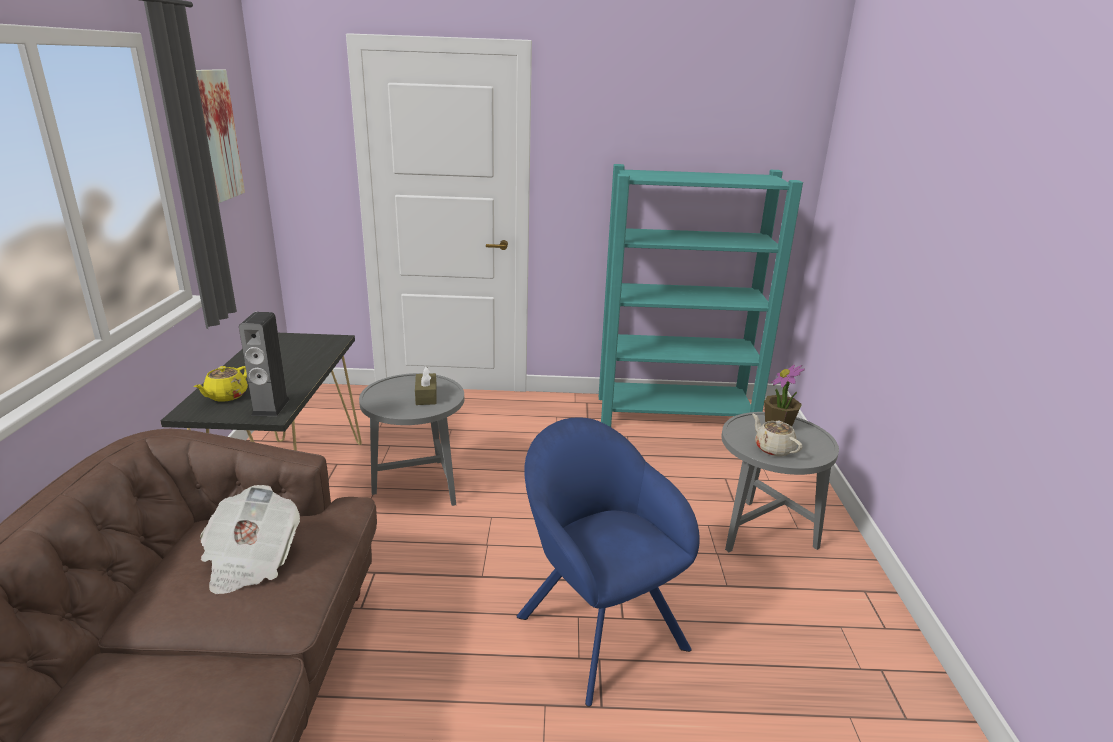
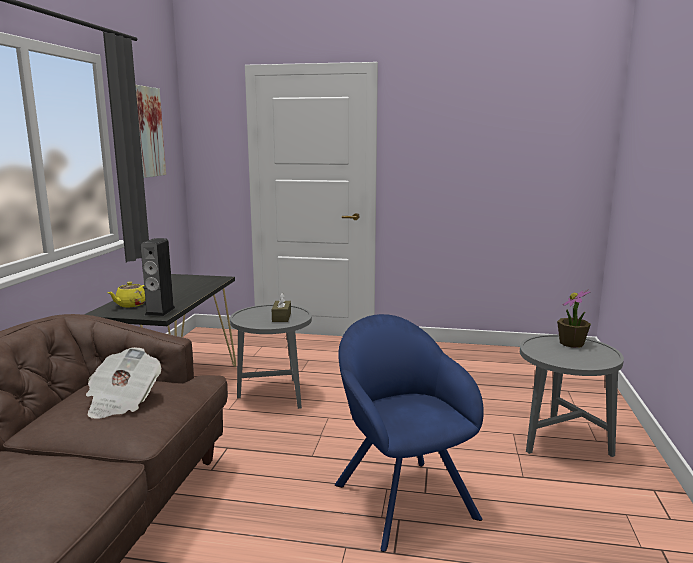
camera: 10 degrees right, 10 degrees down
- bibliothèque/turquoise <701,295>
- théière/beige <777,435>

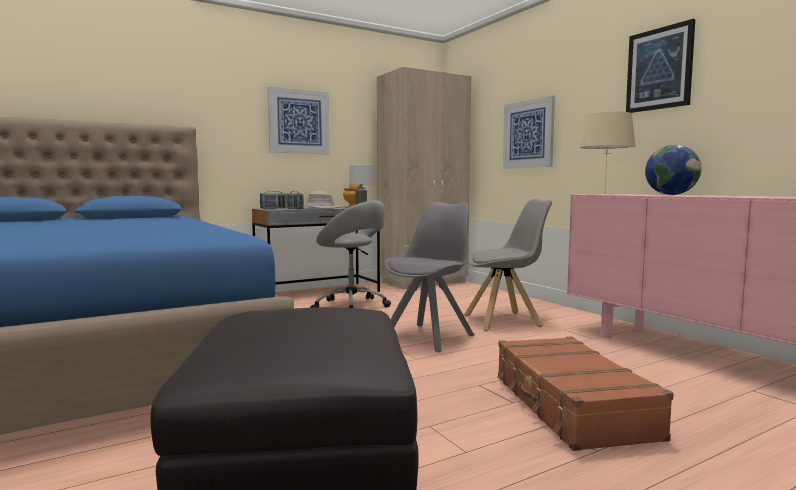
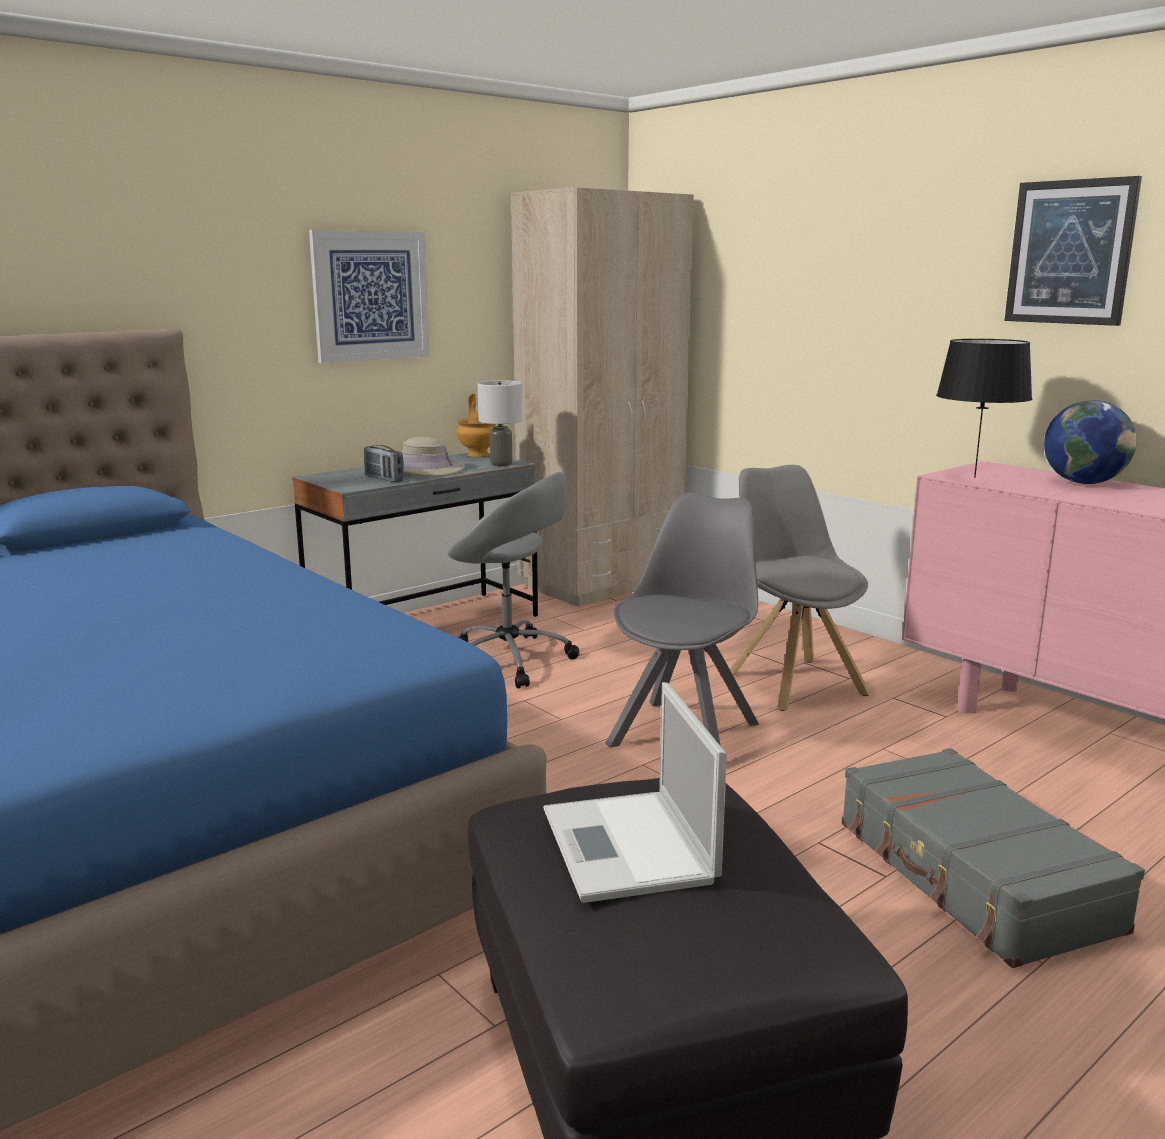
camera: 10 degrees left, 10 degrees up
+ ordinateur portable <635,792>
~ chaise/gris <508,265> = <800,588> 90 degrees counterclockwise
~ valise/marron <586,393> to valise/gris <993,858>
~ lampe de table/beige <607,151> to lampe de table/noir <984,408>
- radio <273,200>
- tableau <529,132>

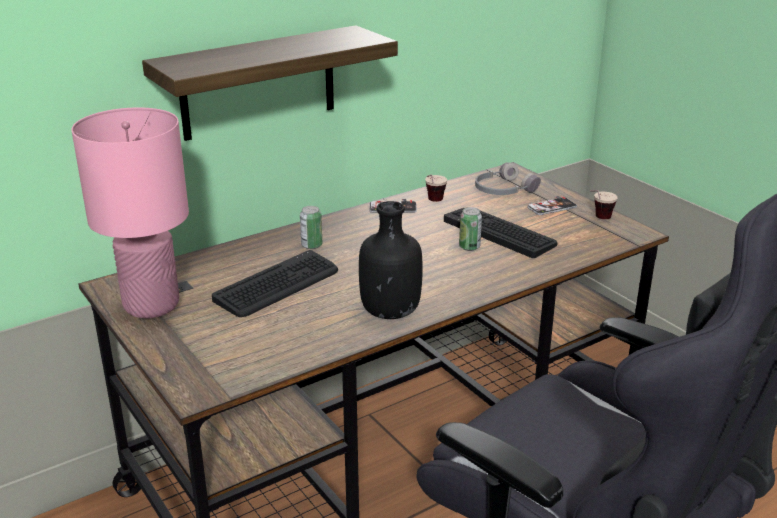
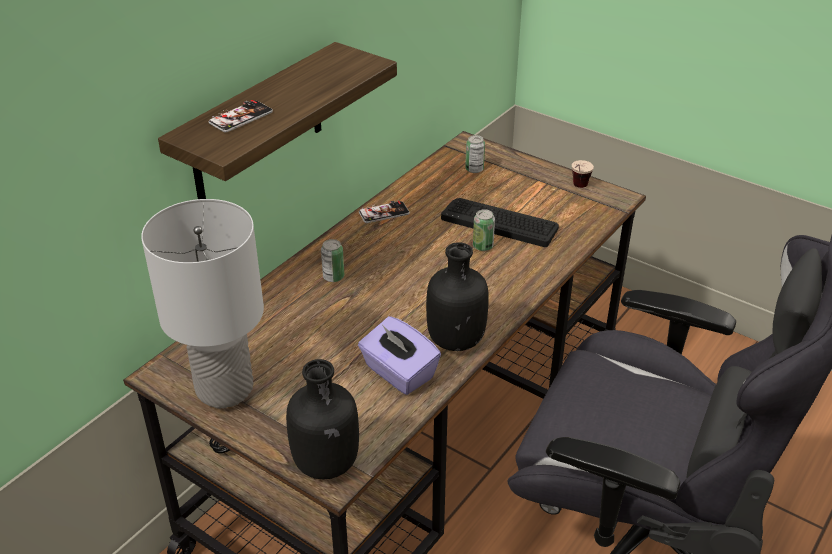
camera: 20 degrees left, 10 degrees up
~ lampe de table/rose <130,212> to lampe de table/gris <202,304>
~ téléphone <552,205> to <241,116>
+ bouteille/noir <322,419>
+ boîte à mouchoirs/violet <399,355>
~ casque audio/gris <508,178> to boîte métallique <475,154>
- clavier <275,283>
- tasse <436,188>

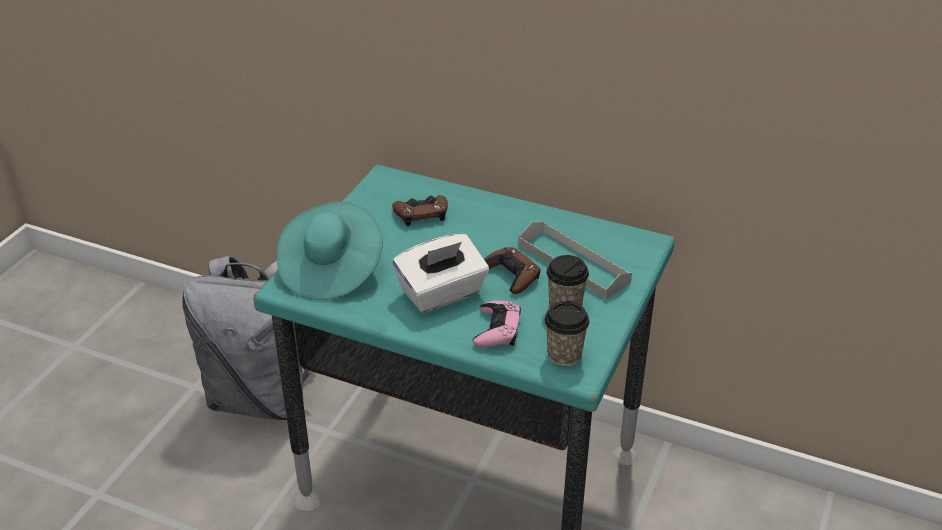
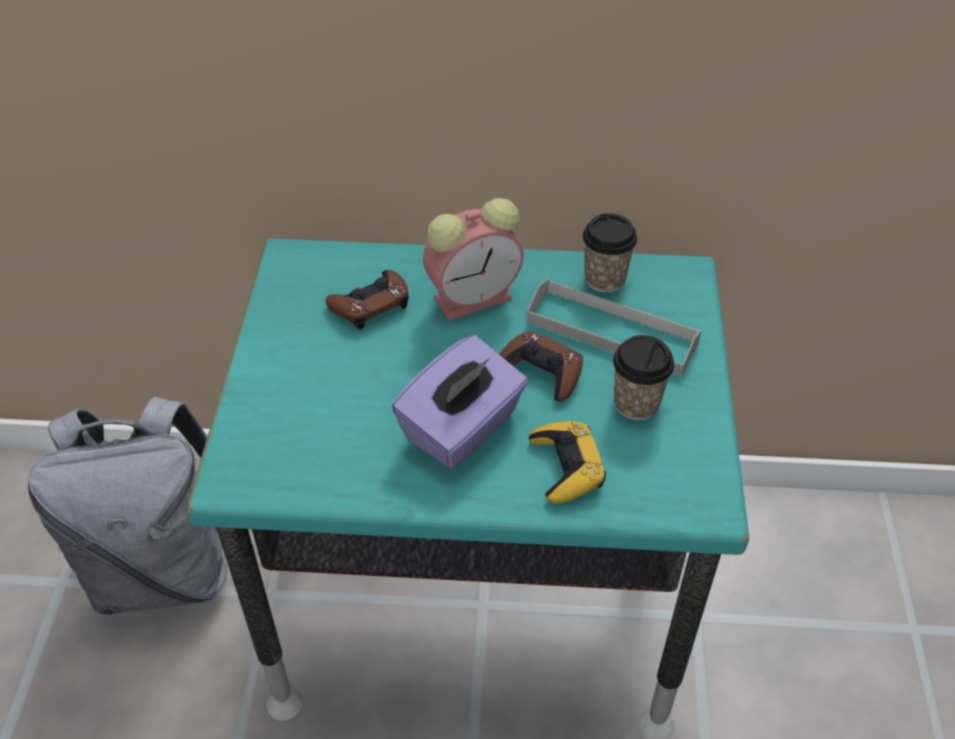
camera: 20 degrees left, 10 degrees up
~ boîte à mouchoirs/blanc <441,273> to boîte à mouchoirs/violet <460,402>
+ réveil <473,259>
~ manette/rose <497,323> to manette/jaune <567,462>
~ tasse <567,333> to <610,253>
- chapeau/turquoise <330,250>

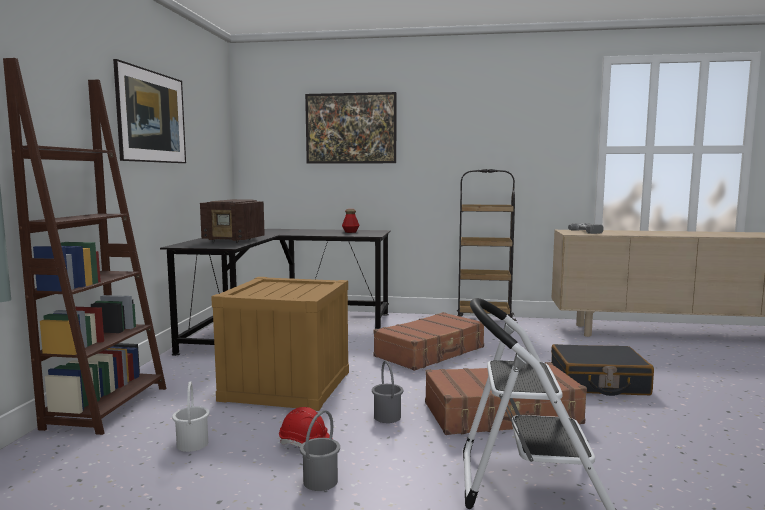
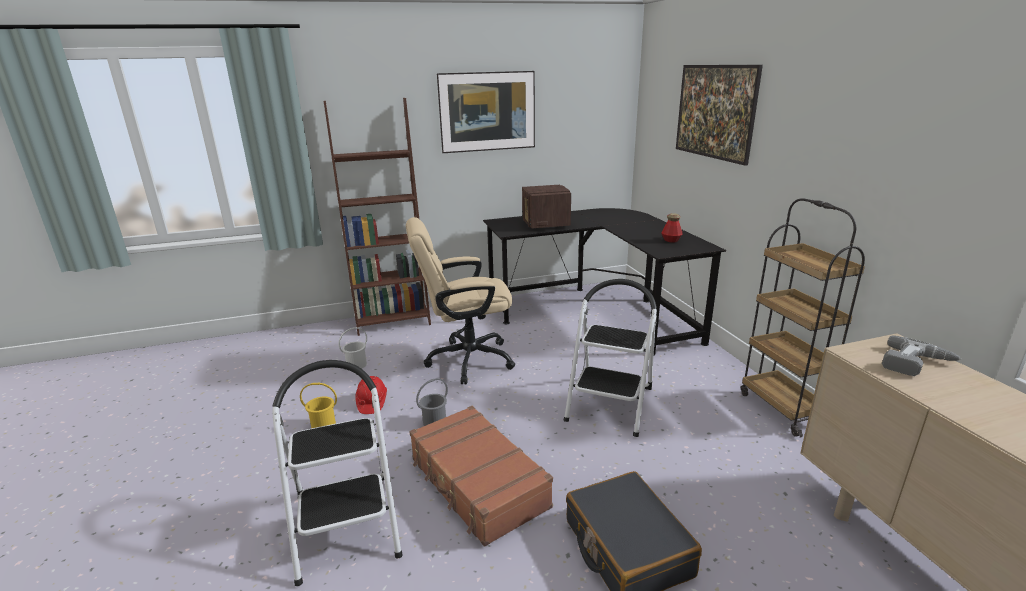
camera: 65 degrees right, 15 degrees up
~ seau/gris <320,450> to seau/jaune <318,405>
~ caisse <280,344> to chaise de bureau/beige <460,301>
~ valise/marron <428,341> to escabeau <610,358>

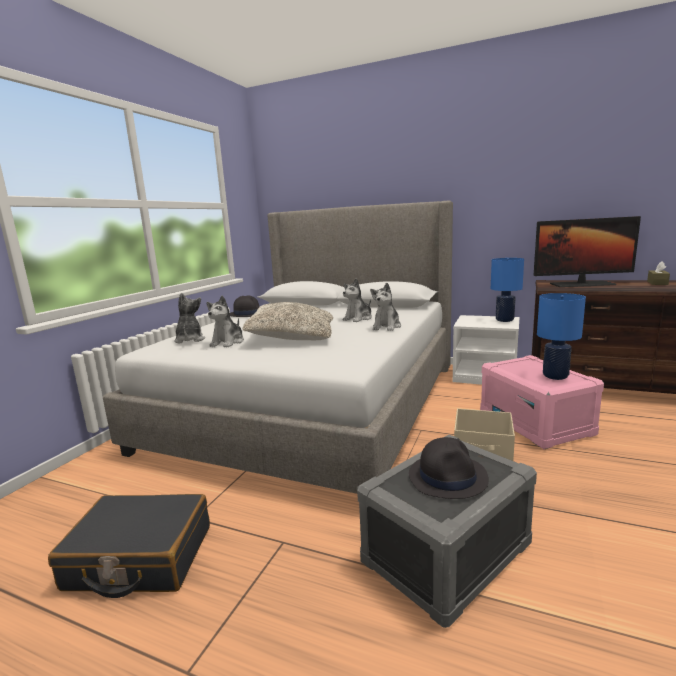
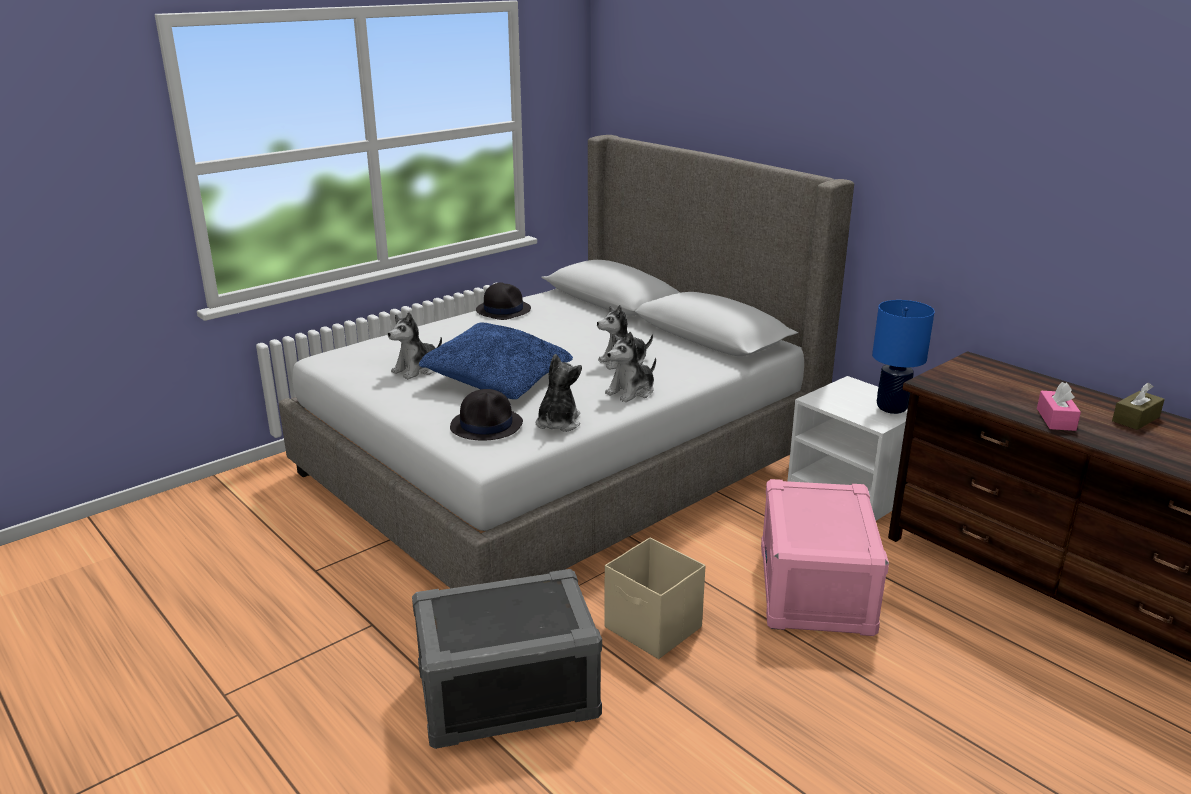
camera: 25 degrees right, 10 degrees up
~ coussin/beige <288,321> to coussin/bleu <496,360>
~ chapeau/noir <449,468> to <486,414>
~ peluche <189,318> to <559,393>
+ boîte à mouchoirs/rose <1059,406>
- valise/noir <129,546>
- écran d'ordinateur <587,251>
- lampe de table/bleu <561,336>

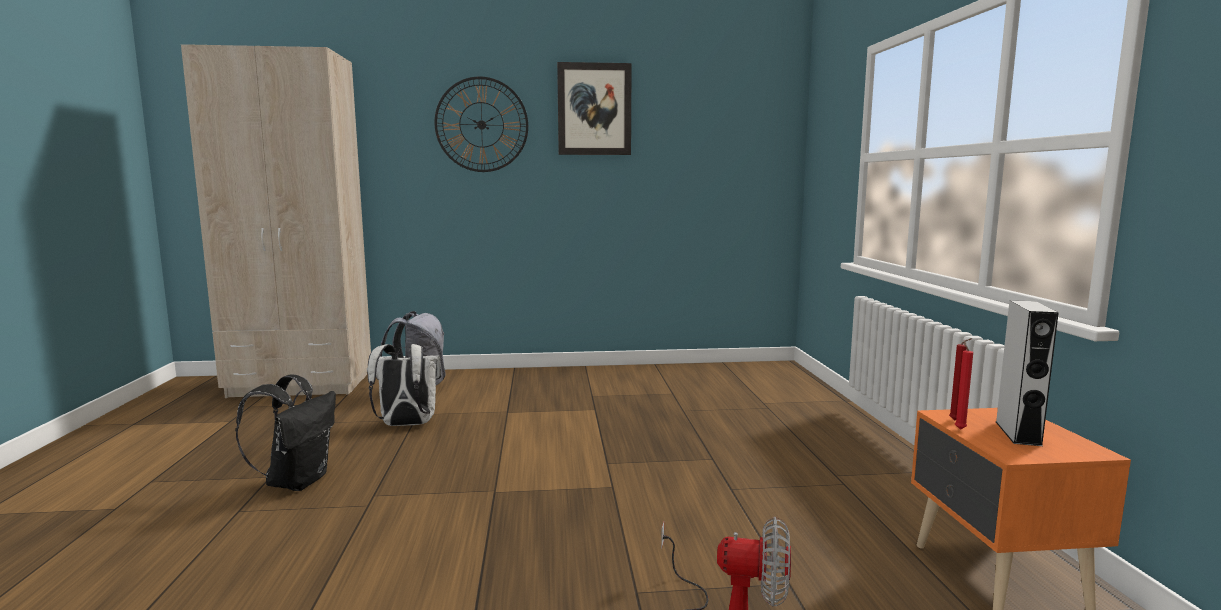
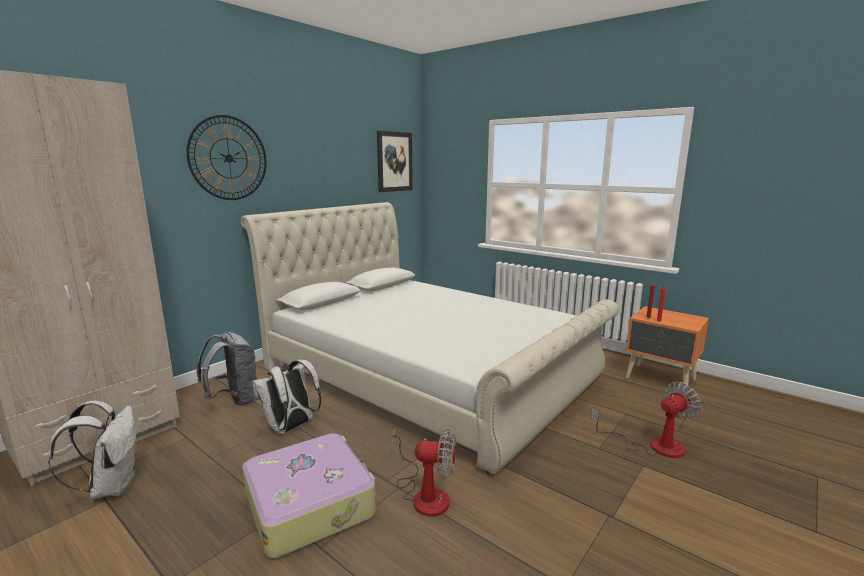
camera: 45 degrees left, 5 degrees up
+ sac à dos/blanc <93,450>
+ lit/beige <430,338>
~ sac à dos/noir <285,432> to valise <309,495>
~ tableau <594,108> to <395,161>
+ ventilateur <424,472>
- enceinte/gris <1027,373>

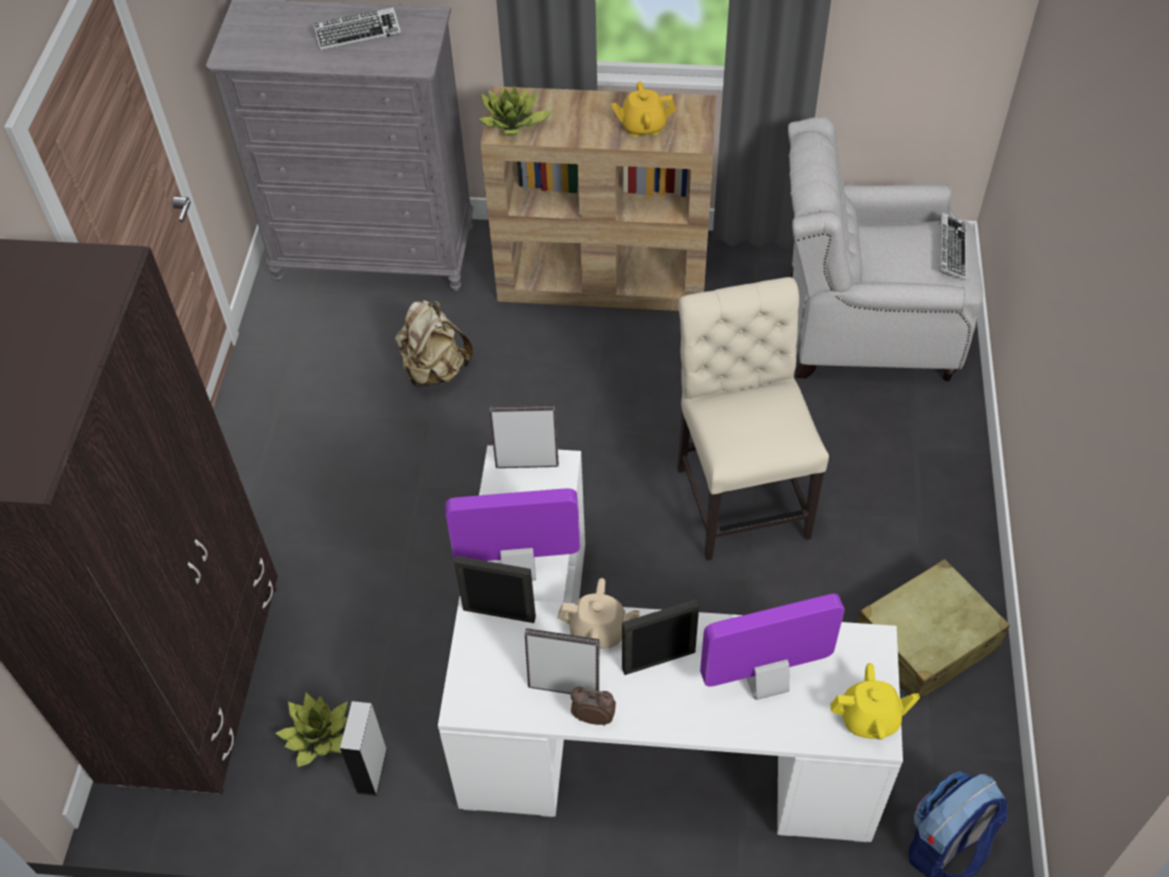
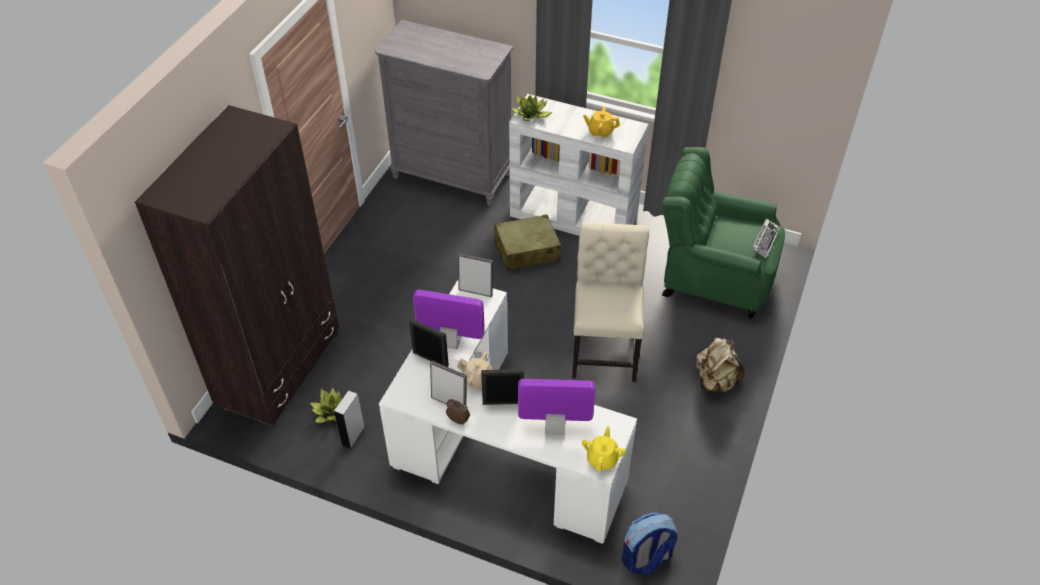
camera: 15 degrees right, 5 degrees down
~ valise/beige <933,631> to <527,243>
~ bibliothèque/marron <598,198> to bibliothèque/blanc <579,165>
~ théière/jaune <875,701> = <604,448> 90 degrees counterclockwise
~ fauteuil/blanc <885,249> to fauteuil/vert <723,232>
~ sac à dos/beige <434,343> to <720,365>
- clavier <357,29>

